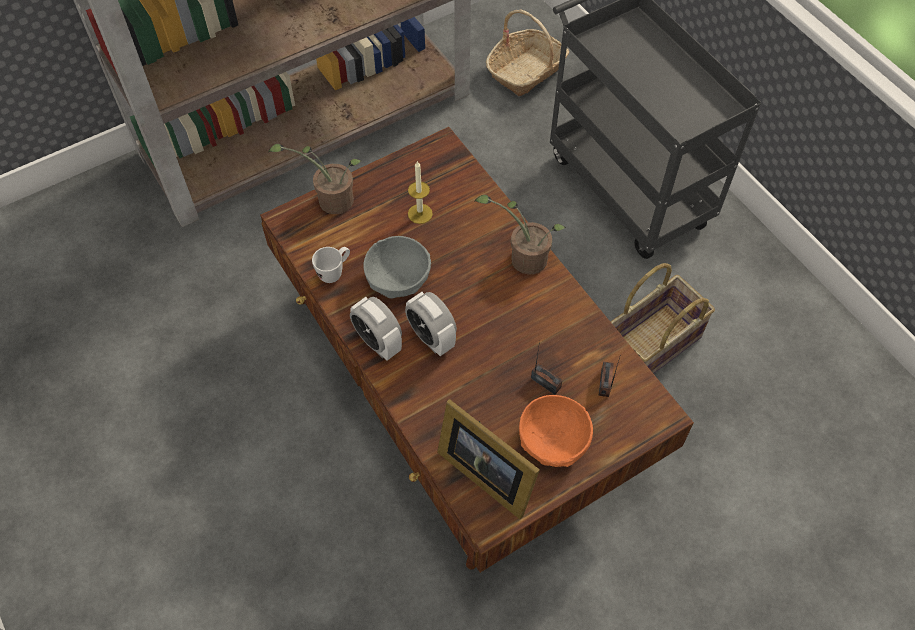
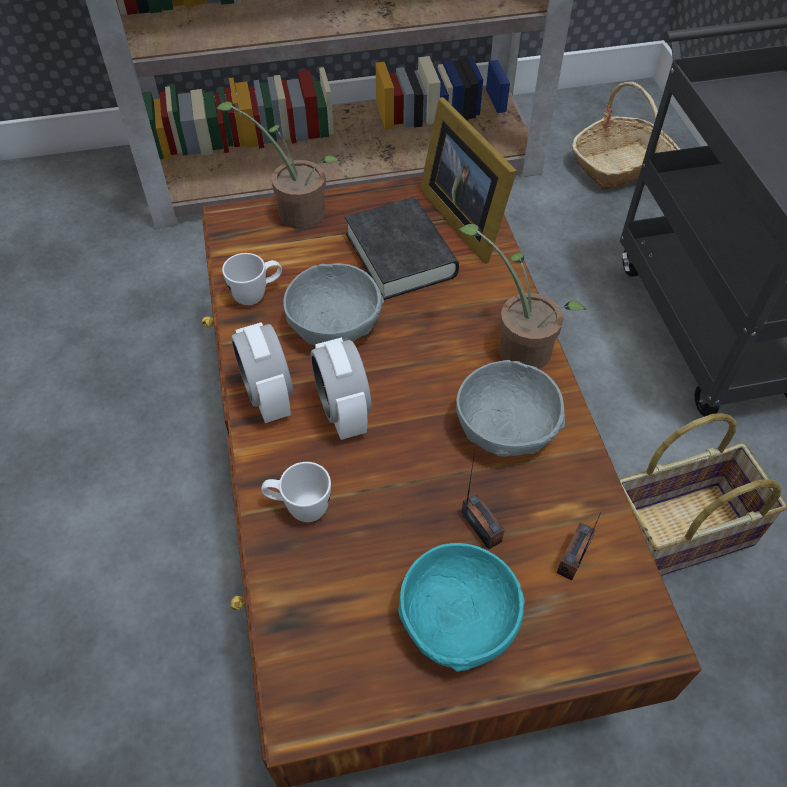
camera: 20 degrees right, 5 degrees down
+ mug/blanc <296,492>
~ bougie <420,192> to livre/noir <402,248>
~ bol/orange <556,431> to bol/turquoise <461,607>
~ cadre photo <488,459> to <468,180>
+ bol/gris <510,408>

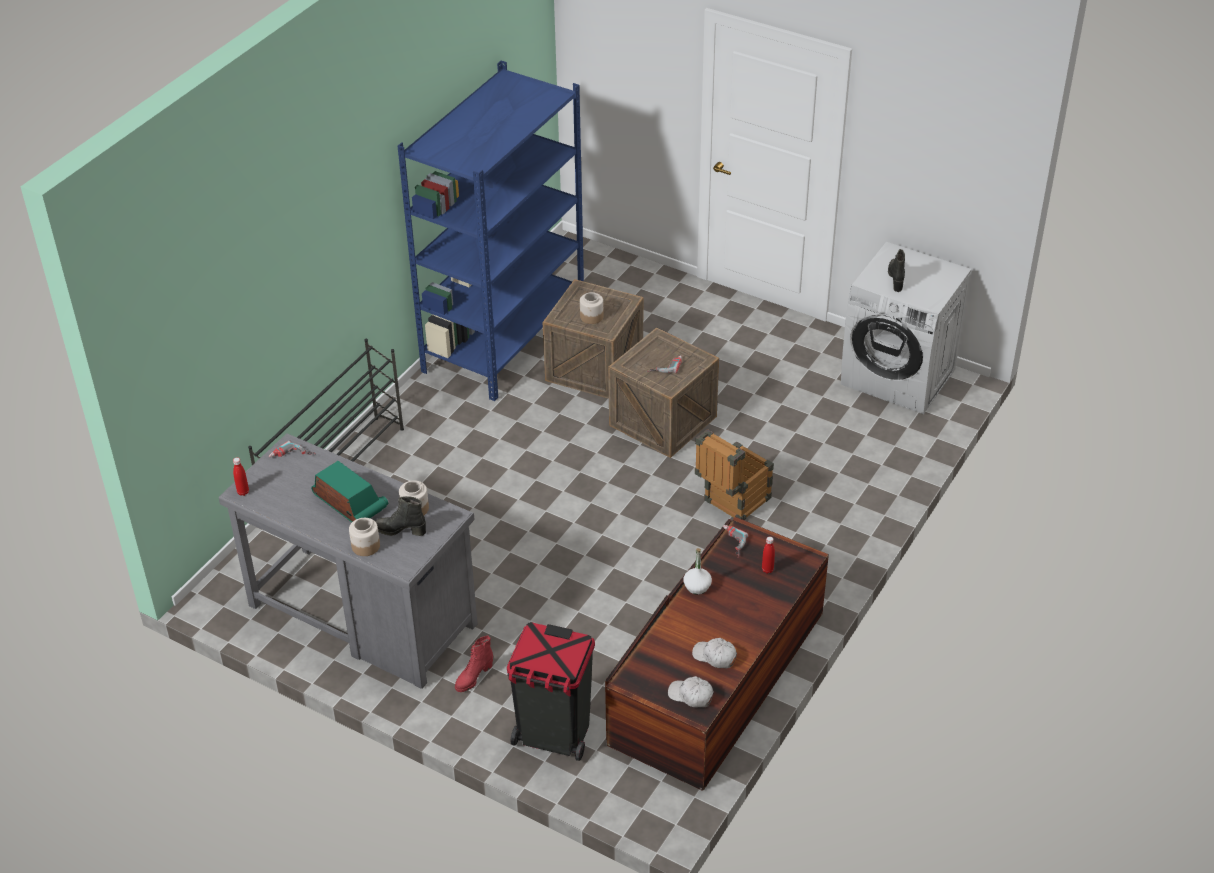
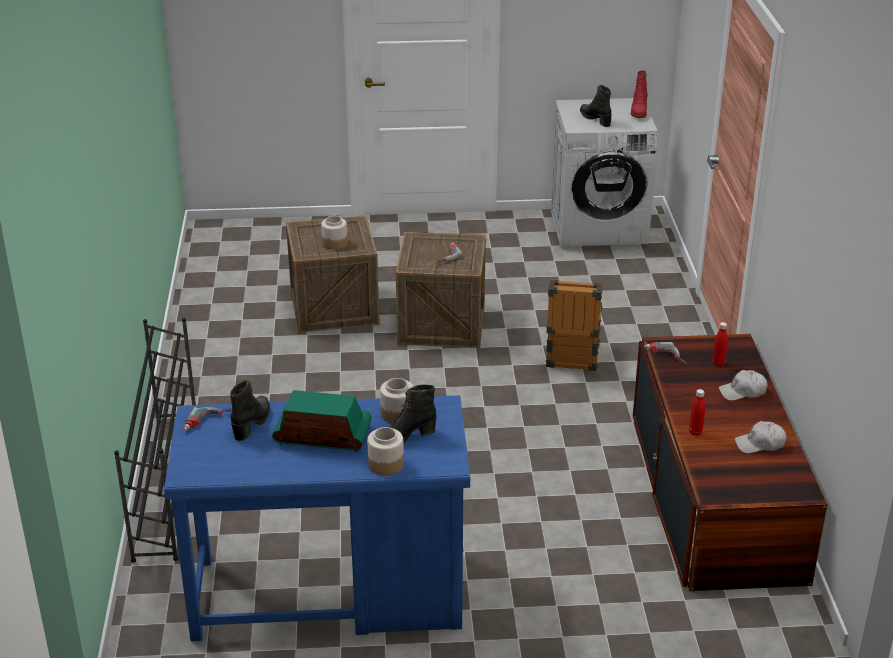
camera: 35 degrees left, 10 degrees down
~ bureau/gris <348,561> to bureau/bleu <317,518>
+ botte/noir <250,410>
~ botte/rouge <474,664> to <639,94>
~ bouteille/rouge <241,476> to <697,412>
~ casquette/blanc <691,692> to <743,385>
- bibliothèque/bleu <491,231>
- poubelle/noir <551,692>
- bouteille/blanc <697,571>

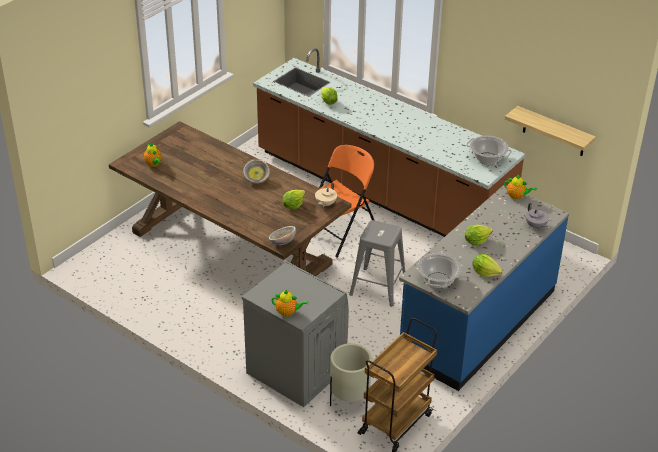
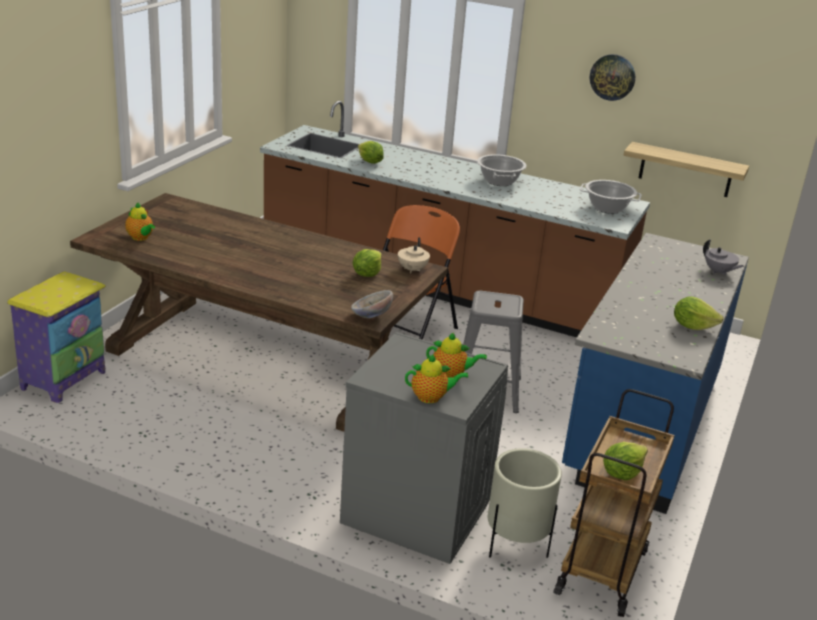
camera: 15 degrees left, 10 degrees down
+ table de chevet <56,337>
~ théière <520,187> to <456,355>
~ marmite <440,270> to <502,170>
+ horloge murale <612,77>
~ laitue <479,235> to <625,461>
- bol <256,171>

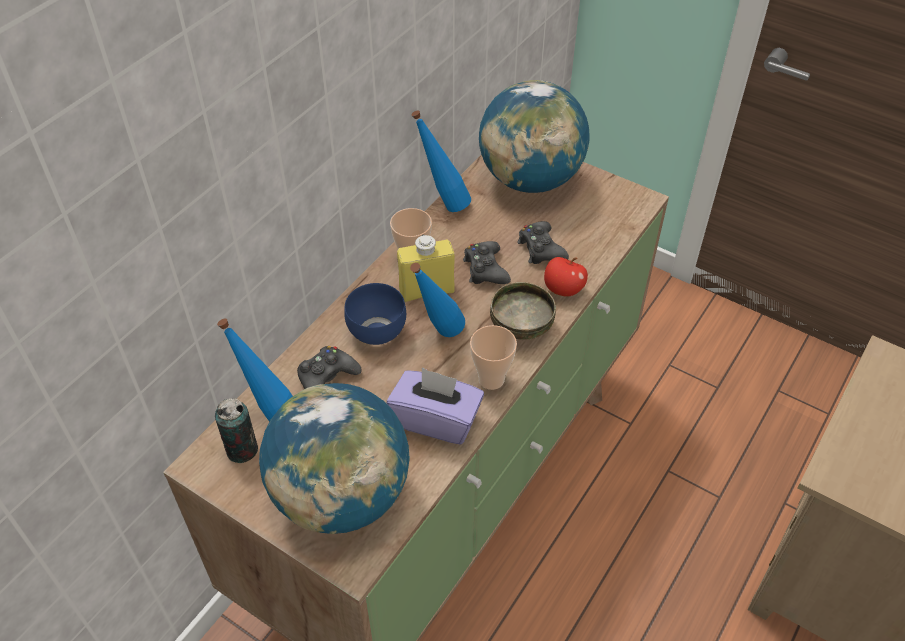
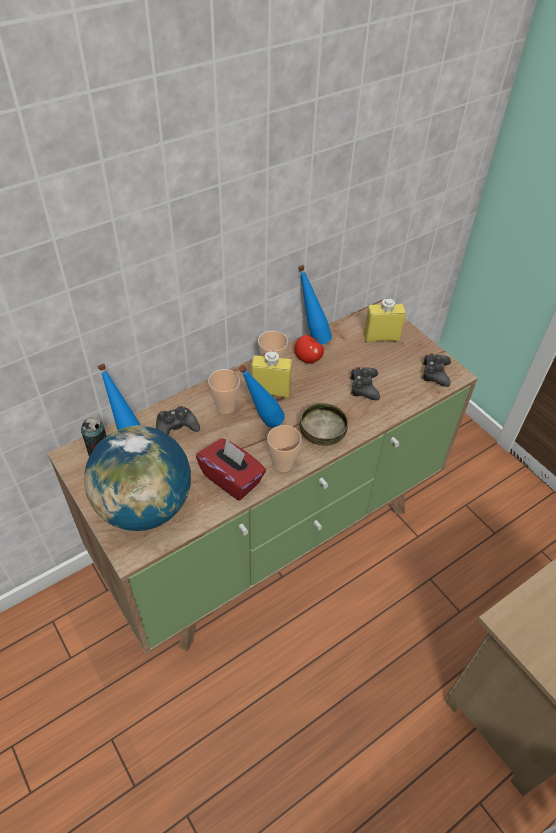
camera: 20 degrees right, 0 degrees up
~ boîte à mouchoirs/violet <435,406> to boîte à mouchoirs/rouge <231,469>
~ bol/bleu <375,314> to tasse <224,391>
~ pomme <566,277> to <309,349>
~ globe <534,136> to bouteille/jaune <385,320>
~ manette/noir <487,262> to <436,370>

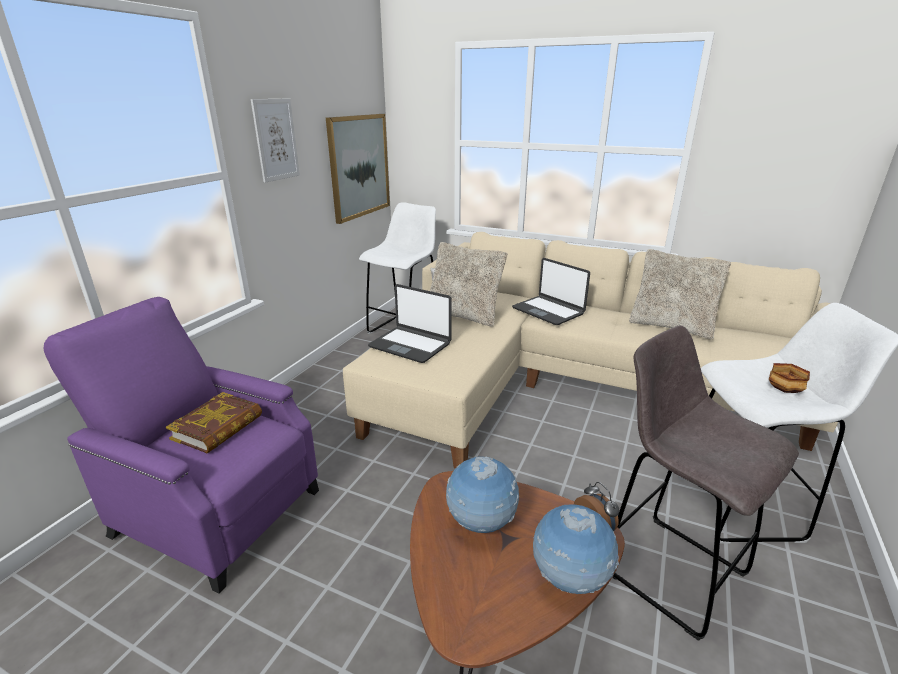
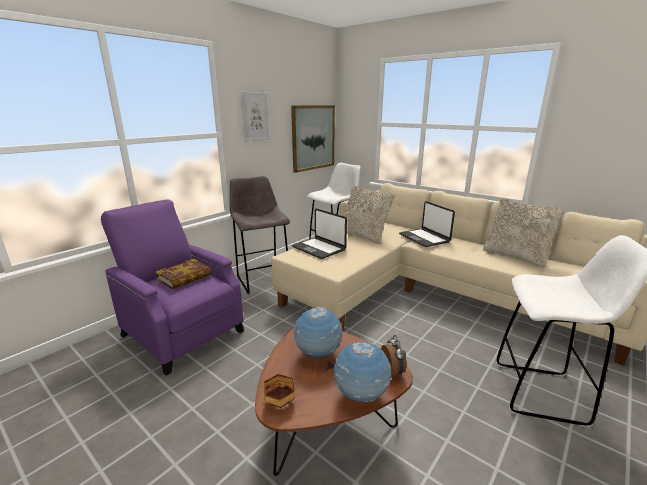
camera: 15 degrees right, 5 degrees down
~ tabouret/gris <705,483> to <260,235>
~ bol <789,378> to <279,391>

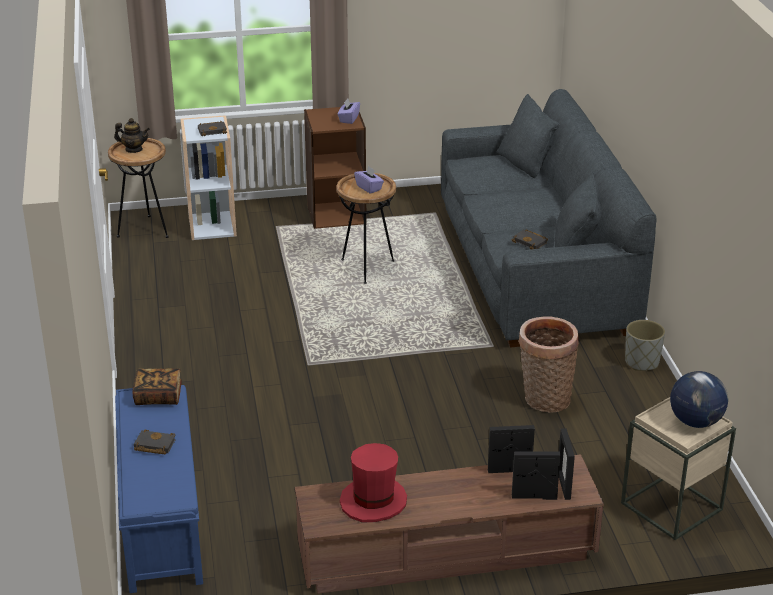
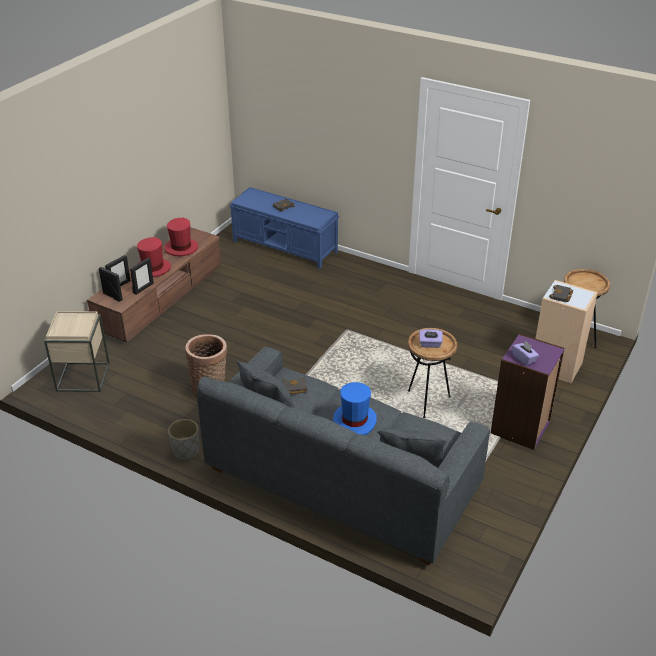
camera: 130 degrees right, 5 degrees up
+ chapeau/rouge <154,257>
+ chapeau/bleu <355,408>
~ bibliothèque/marron <335,168> to bibliothèque/violet <528,392>
- théière <132,135>
- livre <157,386>
- globe <699,399>

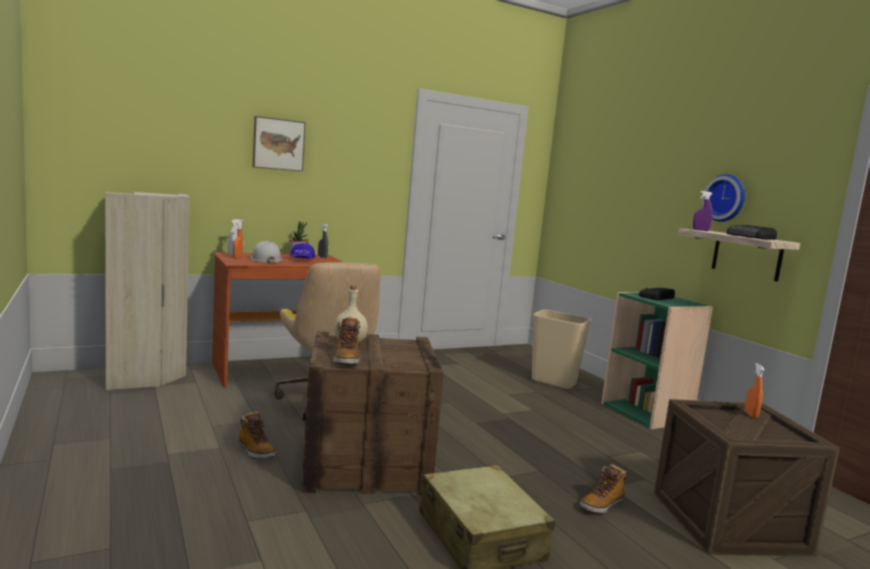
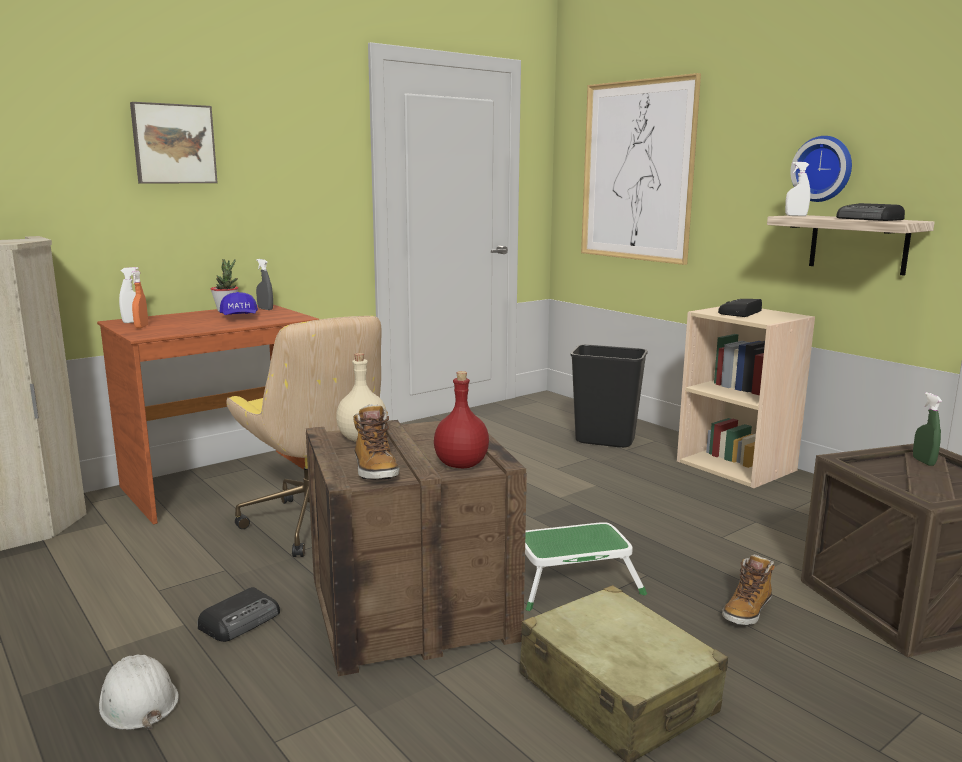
camera: 10 degrees left, 5 degrees up
~ casque de chantier/blanc <266,252> to <139,692>
~ botte <257,435> to radio <239,614>
+ bouteille/rouge <461,419>
+ escabeau/vert <586,566>
~ poubelle/beige <562,349> to poubelle/noir <609,396>
+ tableau <641,169>
~ bibliothèque/vert <657,360> to bibliothèque/beige <746,397>
~ vaporisateur/violet <703,211> to vaporisateur/blanc <797,189>
~ vaporisateur/orange <755,390> to vaporisateur/vert <927,429>

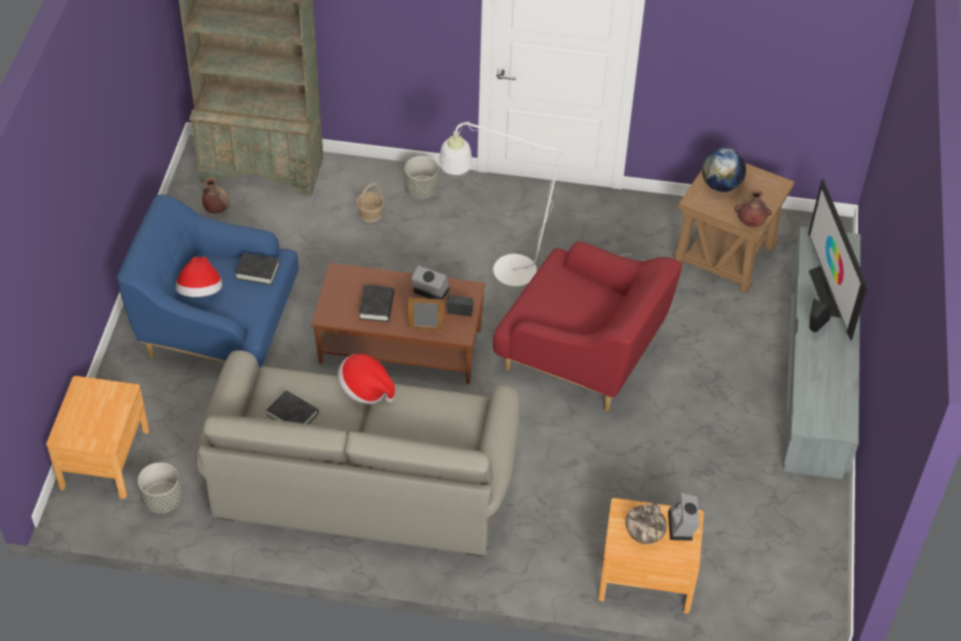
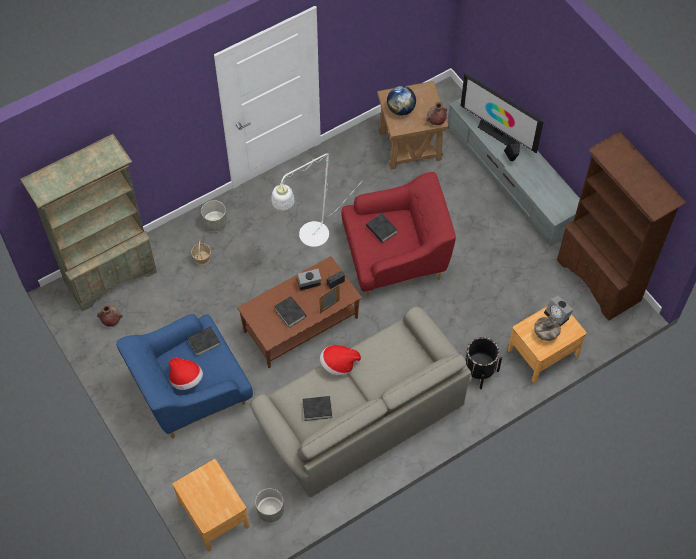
camera: 40 degrees left, 10 degrees up
+ livre/noir <381,228>
+ cache-pot/noir <483,363>
+ bibliothèque/marron <621,226>

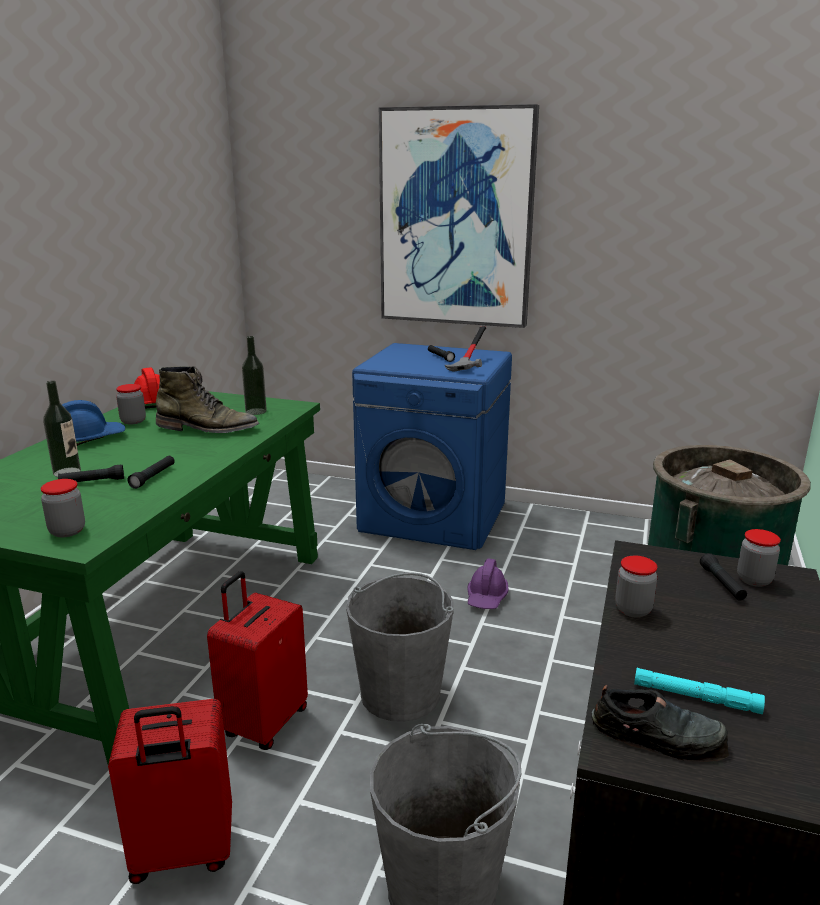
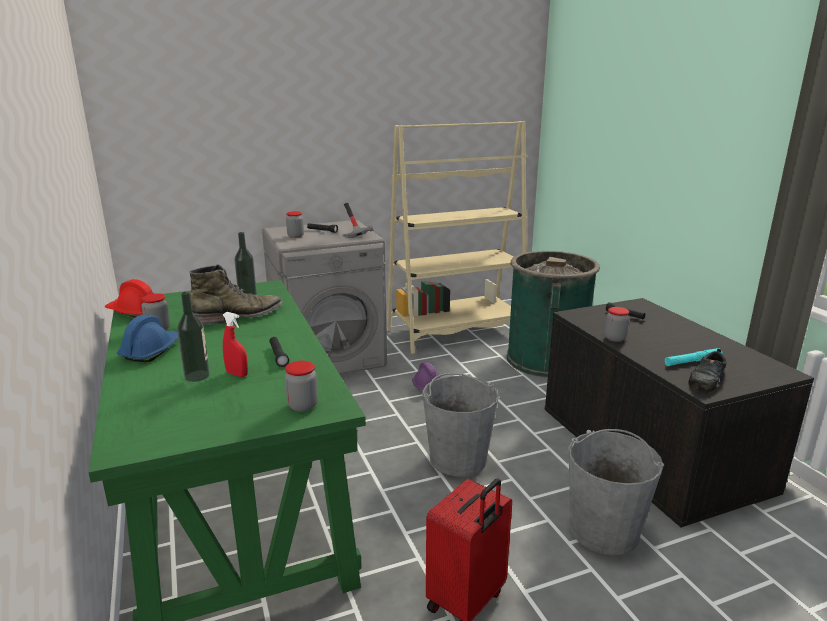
camera: 40 degrees left, 0 degrees up
~ lampe de poche/noir <91,473> to vaporisateur/rouge <235,344>
~ lave-linge/bleu <432,446> to lave-linge/gris <324,297>
~ bocal <759,558> to <295,224>
+ bibliothèque/beige <457,237>
~ chaussure/noir <660,723> = <707,371> 150 degrees clockwise
- valise/rouge <257,660>
- tableau <459,216>

